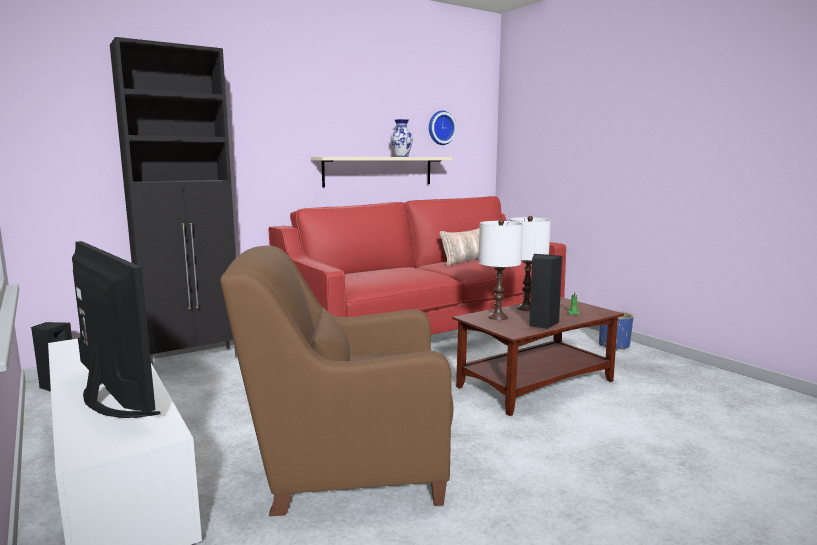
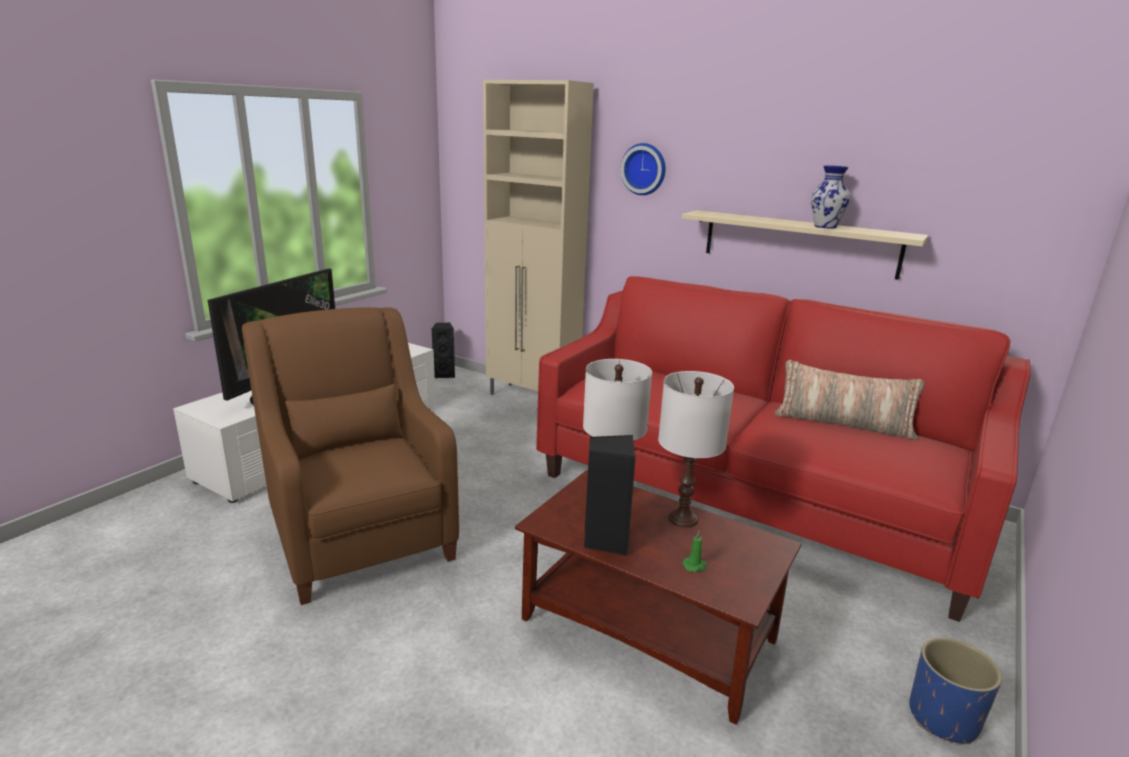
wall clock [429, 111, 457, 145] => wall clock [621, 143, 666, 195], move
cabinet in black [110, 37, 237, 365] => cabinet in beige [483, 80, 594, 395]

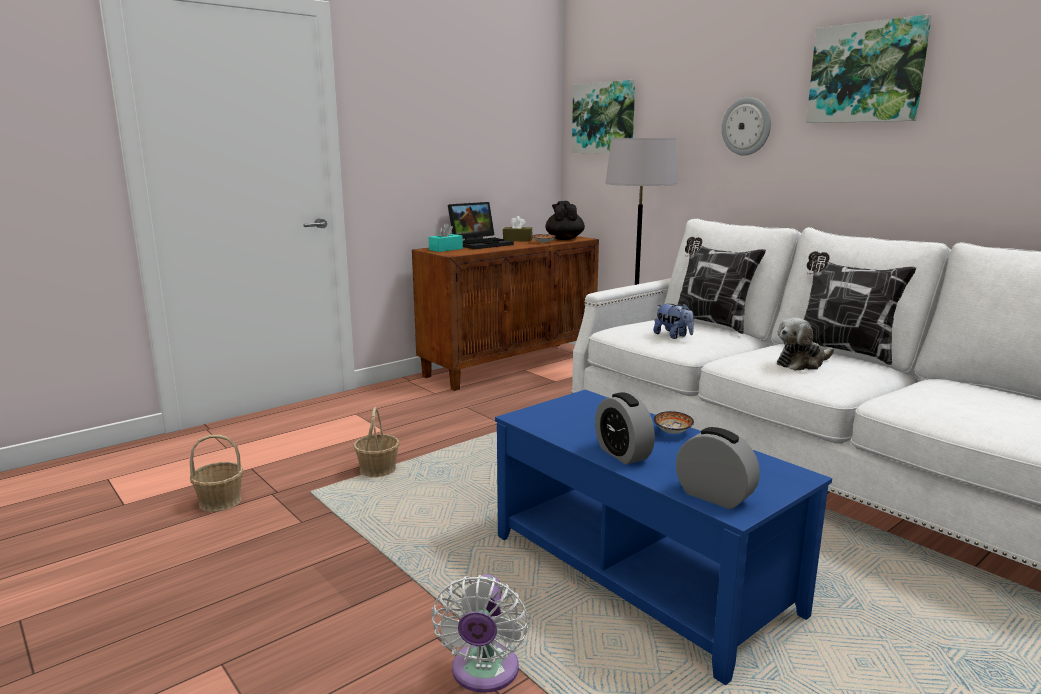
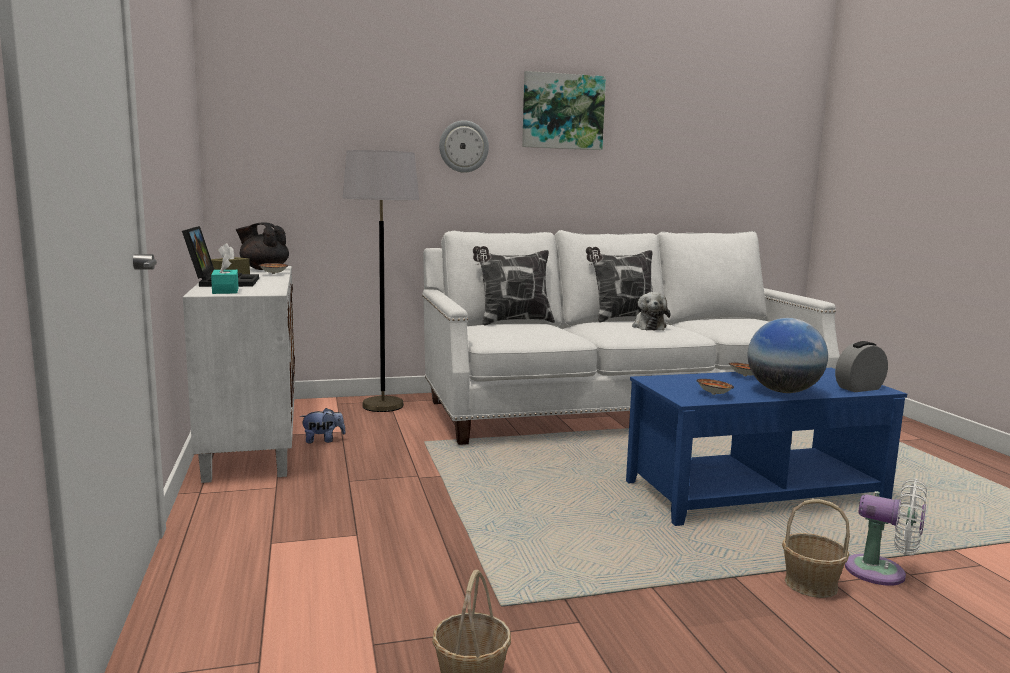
picture [572, 80, 635, 154] => nothing
nothing => bowl [697, 379, 734, 395]
basket [354, 407, 400, 477] => basket [782, 499, 850, 598], move
plush toy [654, 303, 694, 339] => plush toy [300, 408, 345, 443], move
alarm clock [595, 392, 655, 464] => globe [747, 318, 828, 393]
cabinet in brown [412, 236, 599, 391] => cabinet in white [183, 266, 295, 483]

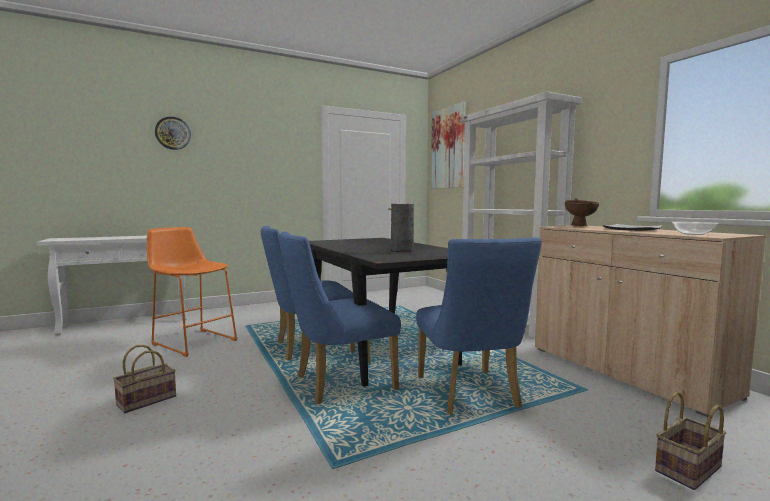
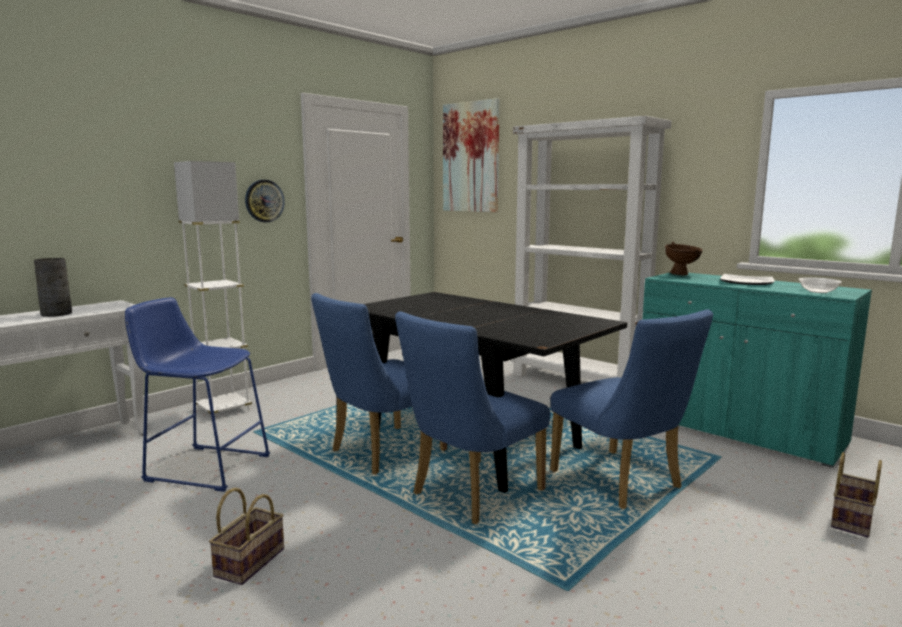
nothing => floor lamp in white [174, 161, 252, 414]
wall clock [155, 117, 191, 150] => wall clock [245, 180, 285, 222], move
vase in grey [391, 204, 414, 252] => vase in grey [34, 258, 72, 317], move
stool in orange [147, 227, 237, 357] => stool in blue [125, 297, 271, 492]
cabinet in beige [535, 226, 766, 417] => cabinet in turquoise [642, 273, 872, 468]

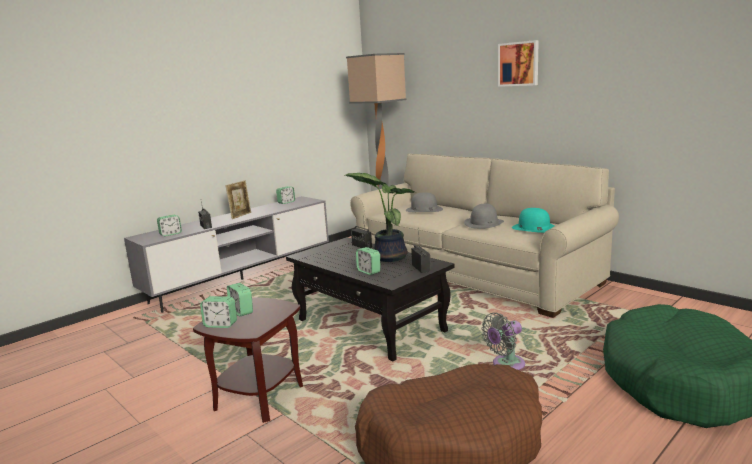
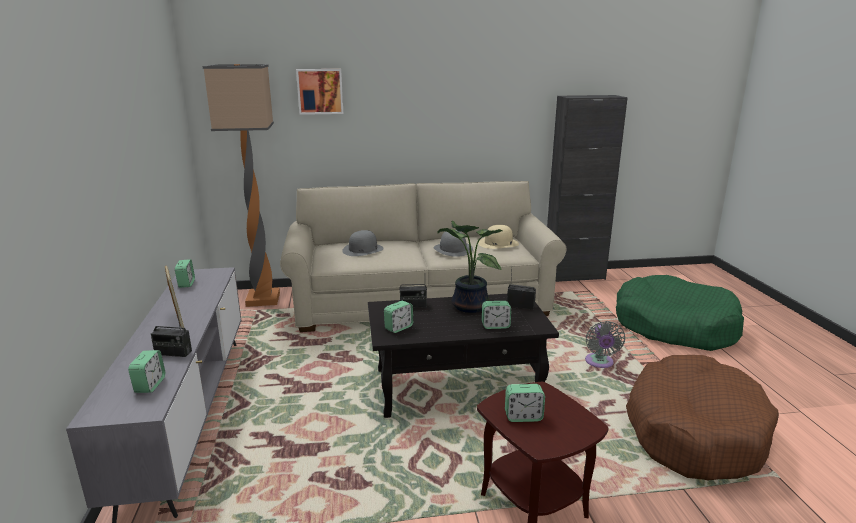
nothing => cabinet in black [547, 95, 628, 282]
alarm clock [200, 296, 237, 328] => alarm clock [384, 301, 413, 333], move
picture [498, 40, 539, 87] => picture [296, 69, 343, 115], move
hat in turquoise [512, 208, 555, 233] => hat in beige [478, 225, 519, 249]

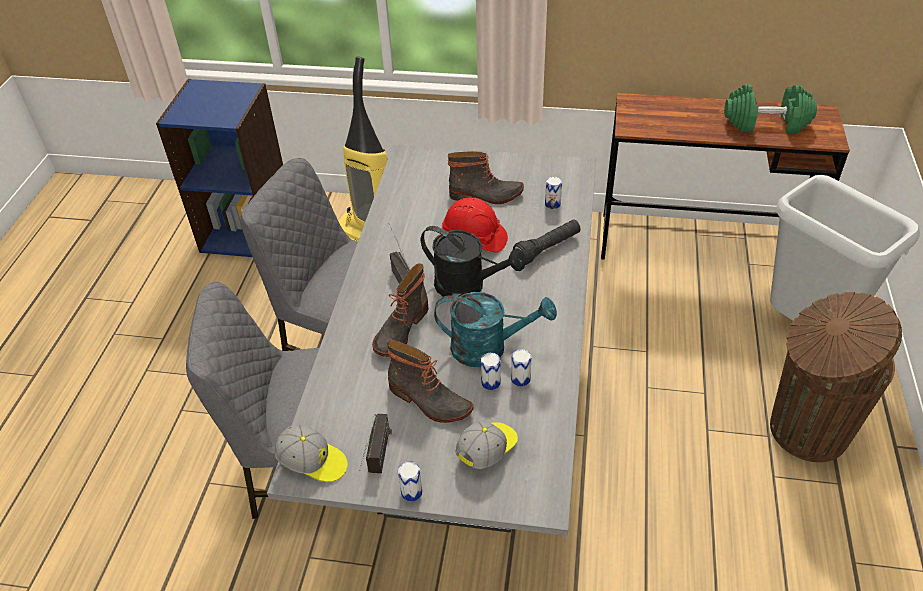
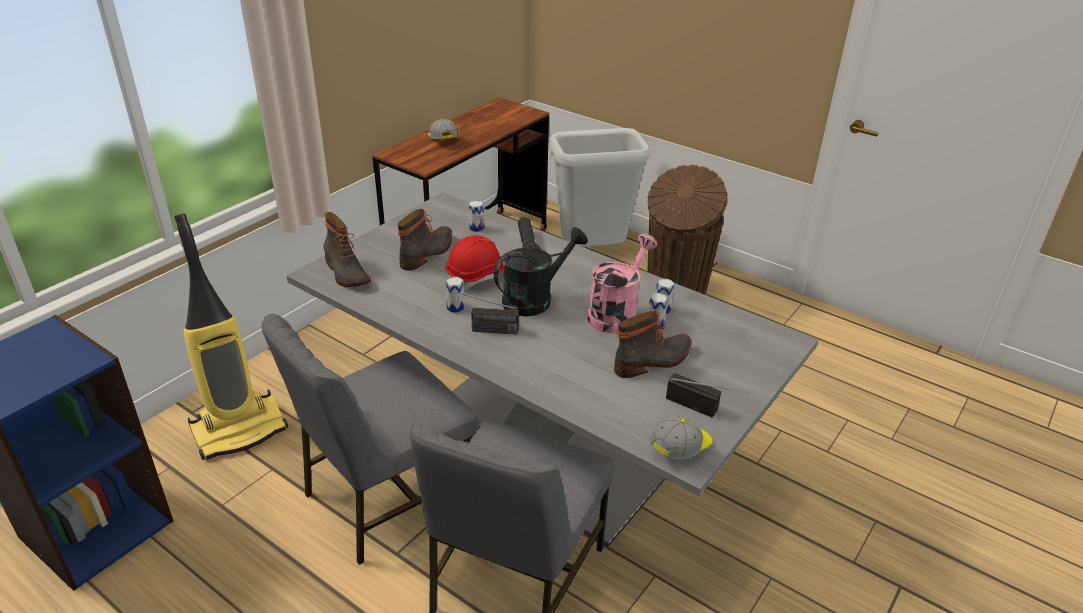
dumbbell in green [724, 85, 817, 133] => nothing
boot [372, 263, 429, 357] => boot [323, 212, 371, 287], move
can [398, 461, 422, 502] => can [446, 277, 464, 313], move
cap [455, 421, 518, 469] => cap [428, 119, 458, 139], move
watering can in turquoise [434, 292, 557, 367] => watering can in pink [587, 233, 657, 333]

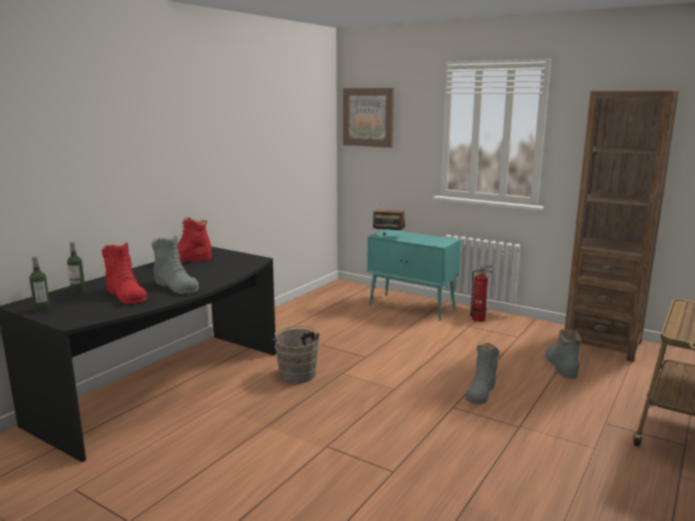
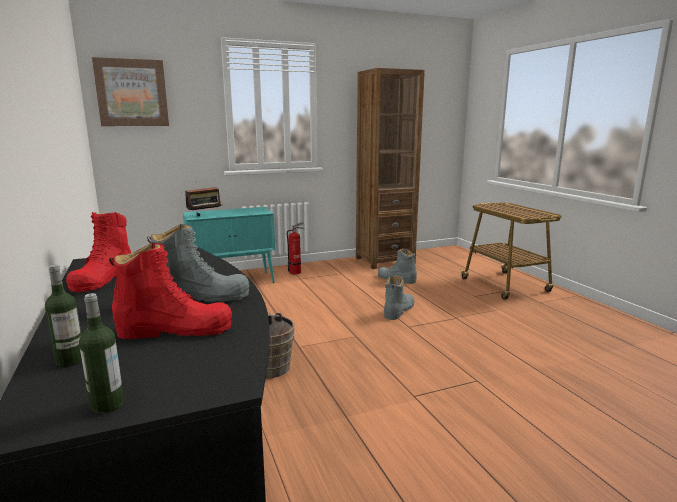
boot in grey [466, 343, 499, 404] => boot in grey [384, 275, 414, 320], 120 degrees counterclockwise

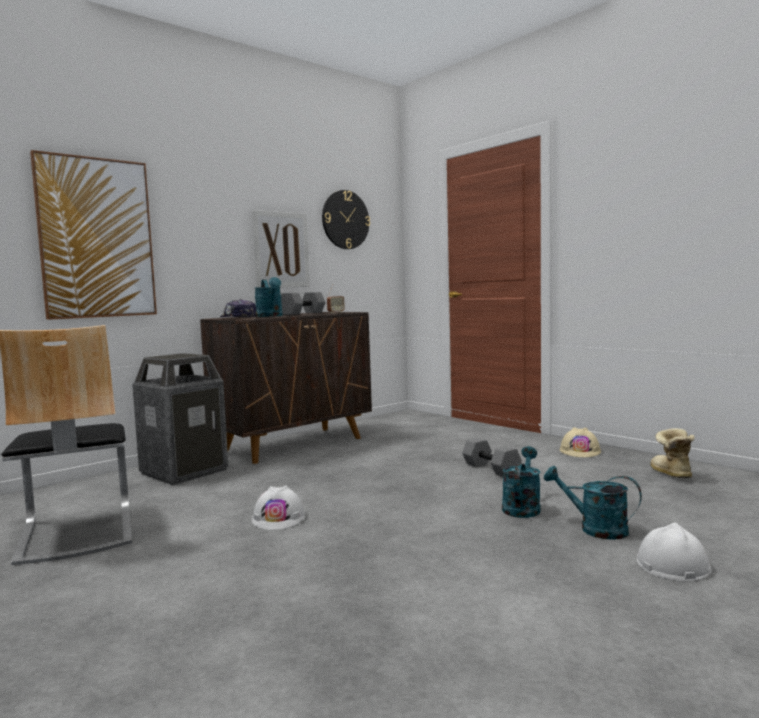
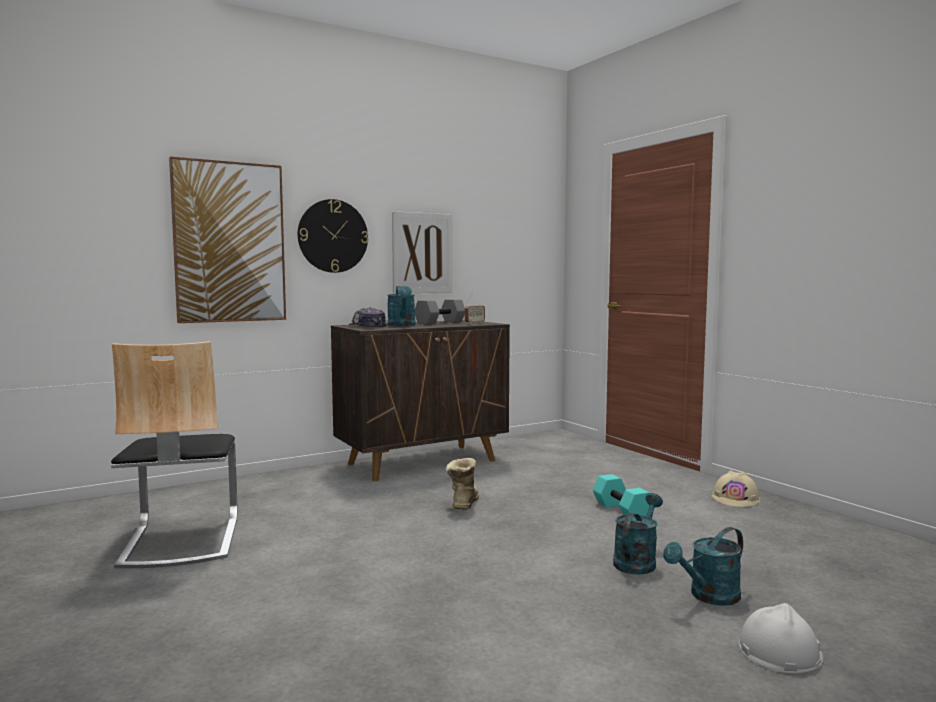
trash can [132, 353, 228, 485] => nothing
hard hat in white [252, 485, 305, 530] => nothing
wall clock [322, 190, 370, 249] => wall clock [298, 199, 368, 273], move
boot [651, 428, 695, 478] => boot [446, 458, 479, 510], move
dumbbell in grey [462, 438, 522, 477] => dumbbell in turquoise [593, 474, 655, 516]
watering can in turquoise [544, 466, 642, 540] => watering can in turquoise [663, 527, 743, 606], 75 degrees counterclockwise

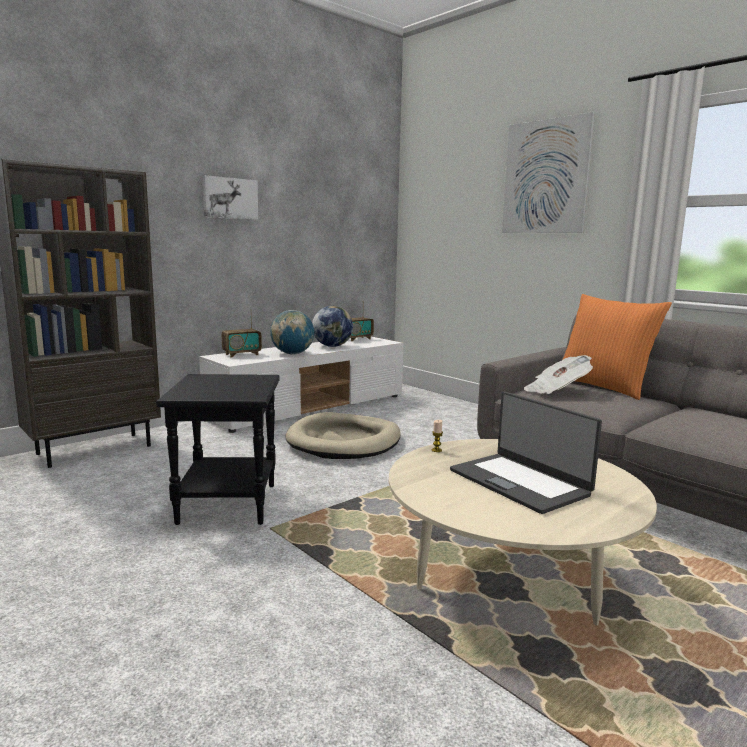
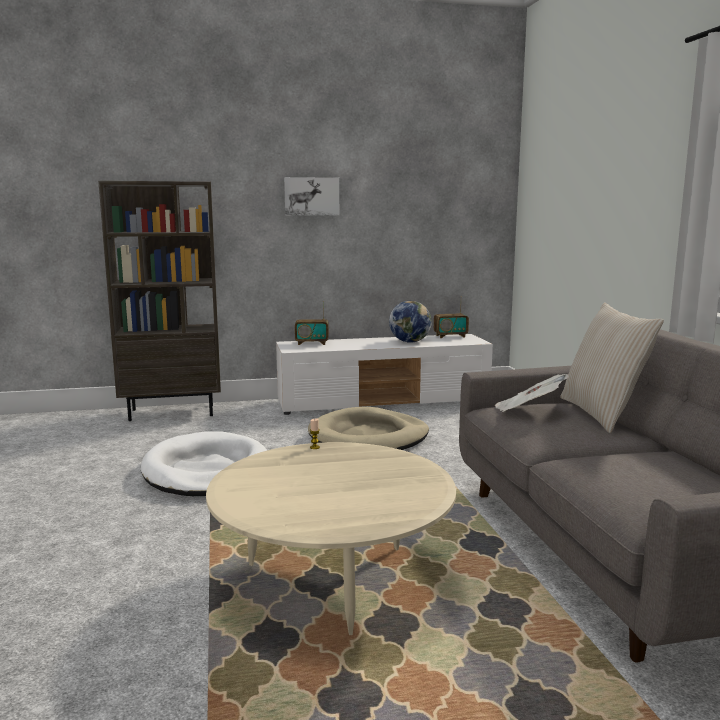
globe [270, 310, 314, 355] => nothing
laptop [450, 392, 602, 514] => nothing
picture [502, 112, 595, 233] => nothing
side table in black [156, 374, 280, 525] => dog bed in white [141, 431, 267, 496]
pillow in orange [563, 294, 672, 400] => pillow in beige [560, 303, 664, 433]

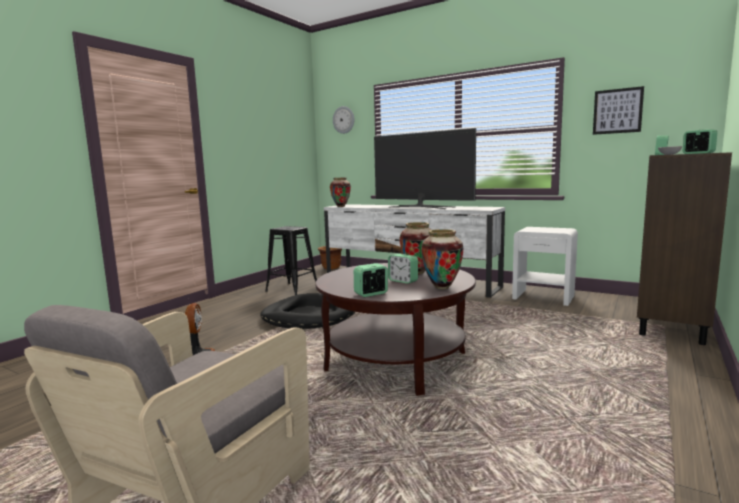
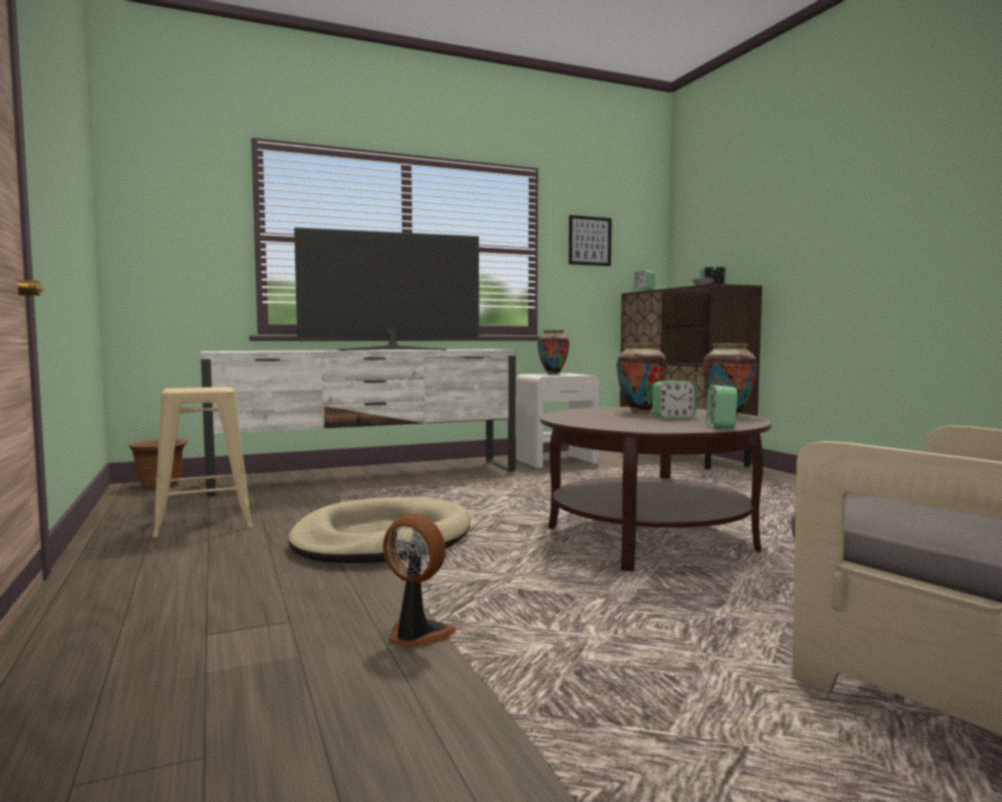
wall clock [333, 106, 355, 134] => nothing
vase [330, 178, 351, 207] => vase [538, 330, 569, 375], move
dog bed in black [260, 293, 355, 329] => dog bed in beige [288, 497, 471, 563]
stool in black [265, 226, 317, 295] => stool in beige [153, 387, 253, 537]

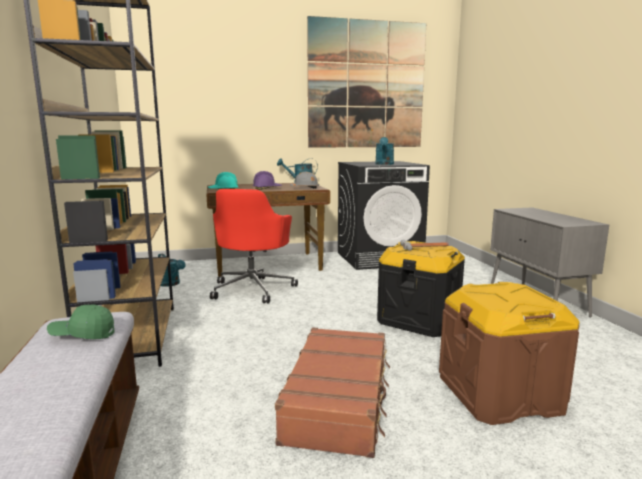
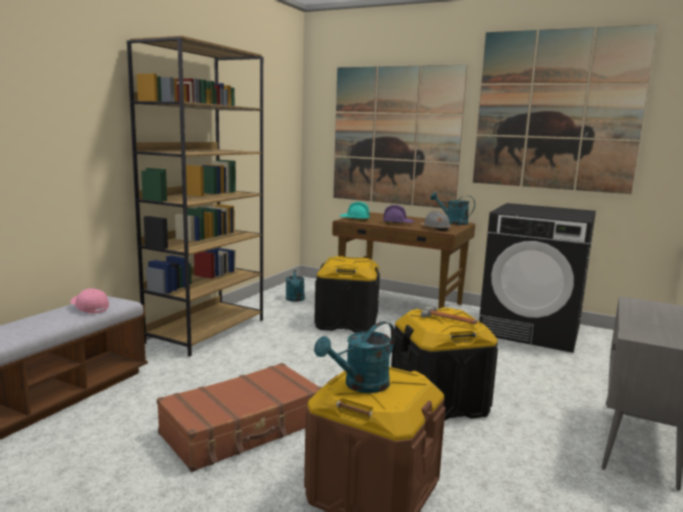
nothing => picture [333, 65, 467, 209]
watering can in turquoise [375, 137, 394, 165] => watering can in turquoise [314, 321, 395, 393], move
office chair in red [210, 189, 298, 304] => storage box in black [314, 256, 380, 333]
cap in green [47, 304, 115, 339] => cap in pink [70, 288, 109, 314]

